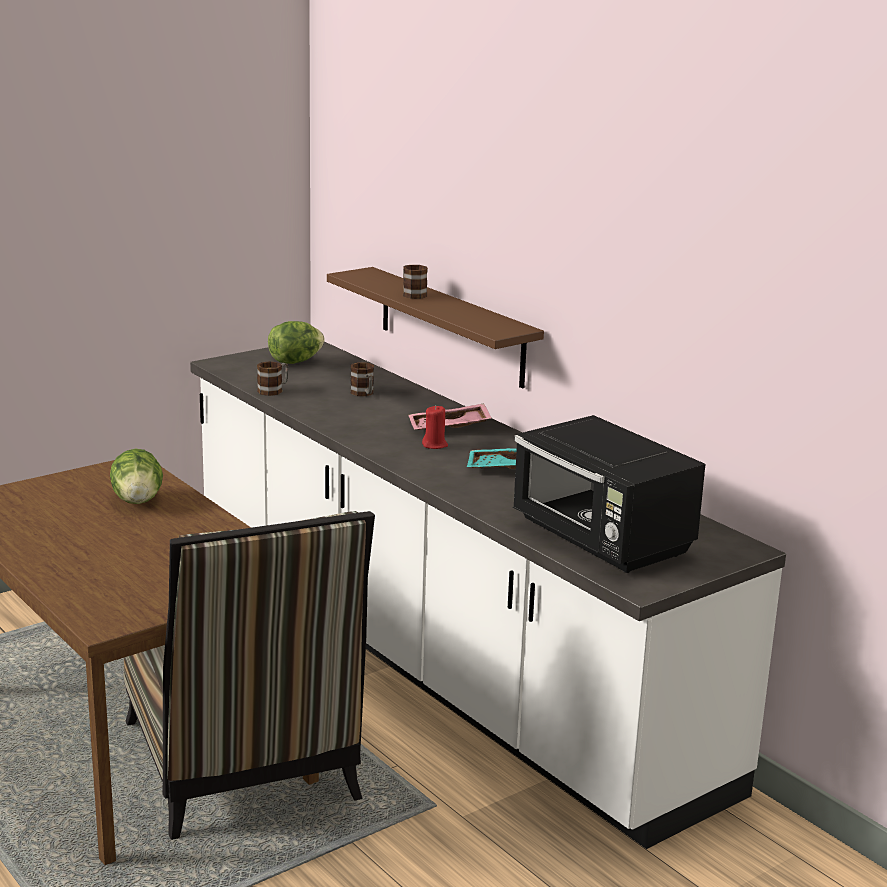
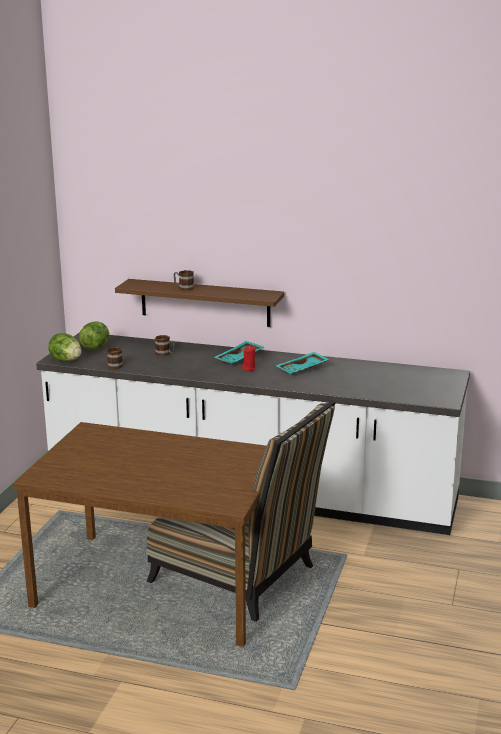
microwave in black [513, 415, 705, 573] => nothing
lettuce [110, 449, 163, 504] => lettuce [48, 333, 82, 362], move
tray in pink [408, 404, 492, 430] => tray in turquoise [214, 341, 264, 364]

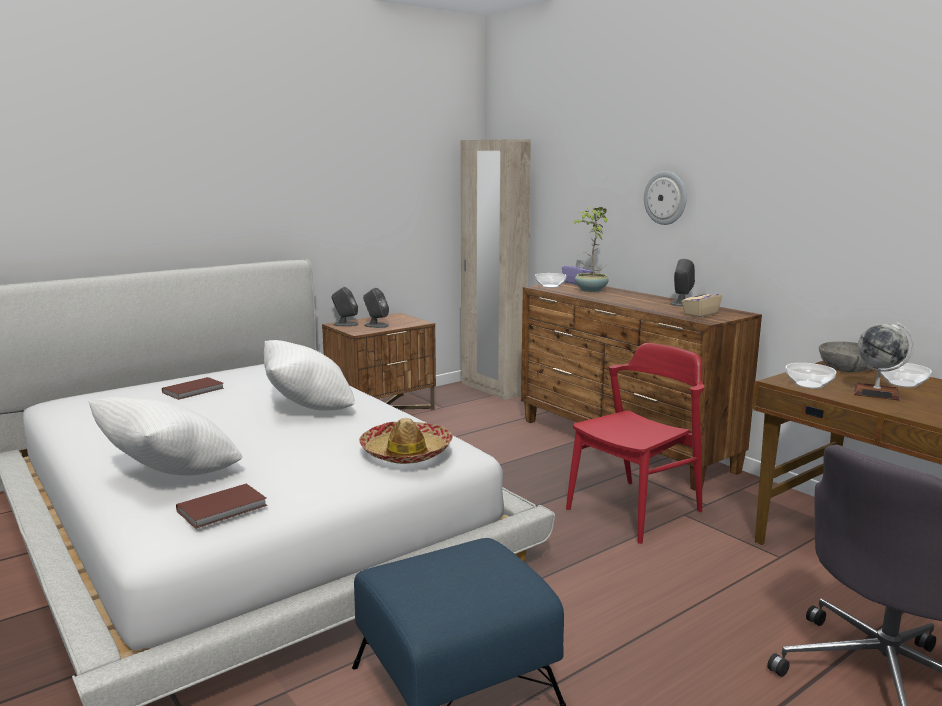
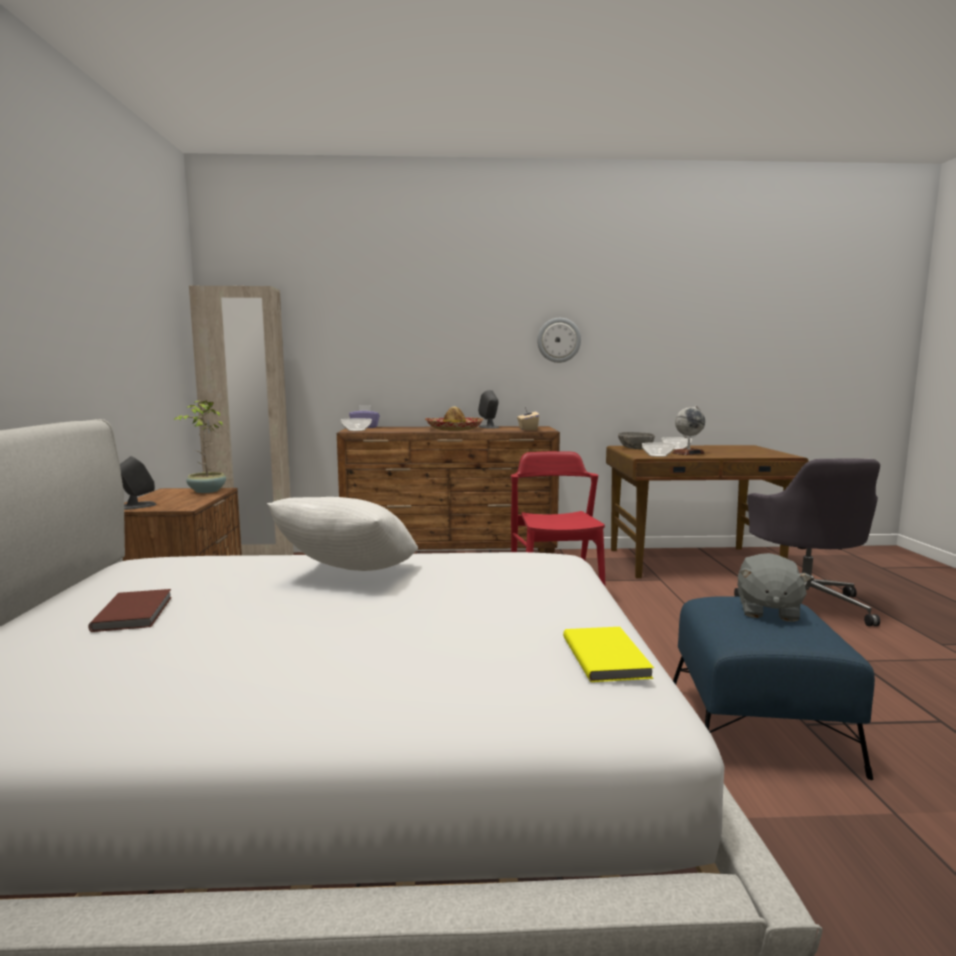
pillow in white [89, 397, 243, 475] => nothing
speaker in grey [363, 288, 389, 328] => nothing
nothing => plush toy in grey [738, 553, 812, 622]
hat [359, 418, 453, 464] => hat [425, 407, 483, 431], move
potted plant [572, 207, 609, 292] => potted plant [174, 400, 226, 493], move
wall clock [644, 171, 687, 225] => wall clock [537, 318, 581, 363], move
book in brown [176, 483, 267, 529] => book in yellow [563, 627, 654, 682]

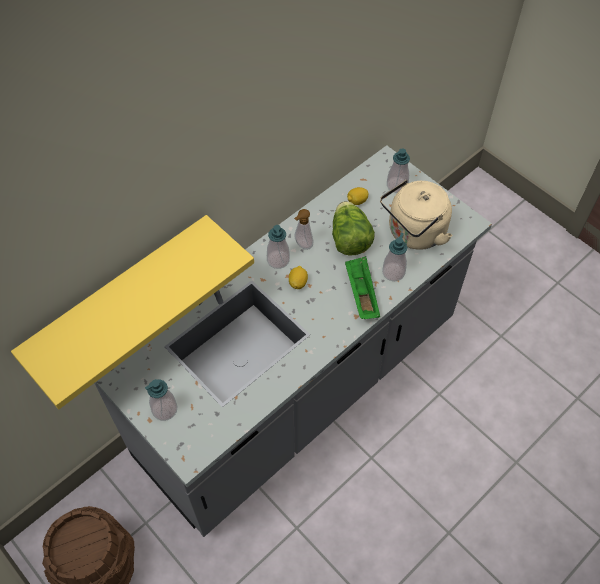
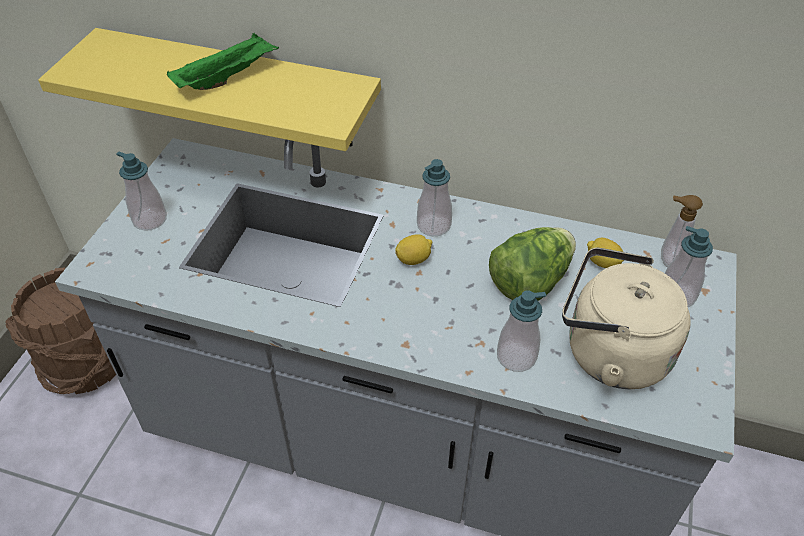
soap dispenser [294, 209, 313, 250] => soap dispenser [661, 195, 703, 267], move
tray in green [345, 256, 380, 319] => tray in green [167, 33, 279, 90], move

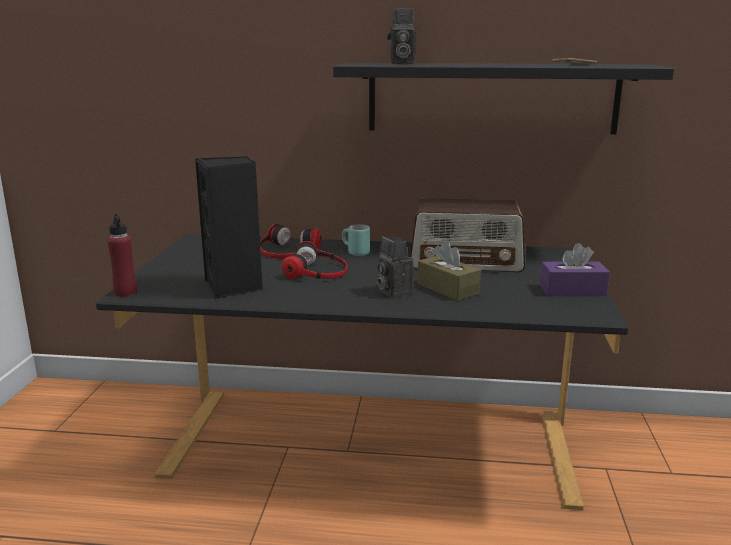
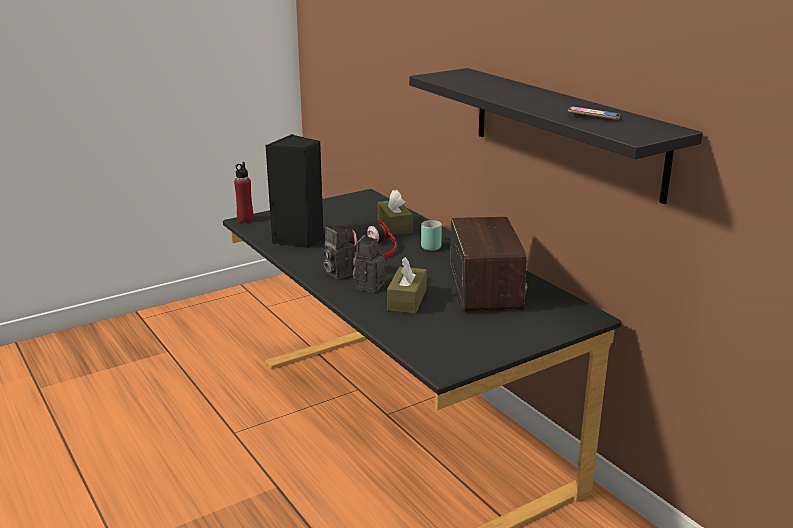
tissue box in purple [540, 243, 610, 296] => nothing
photo camera [387, 8, 416, 64] => photo camera [324, 226, 355, 279], move
headphones [260, 224, 322, 259] => tissue box in brown [377, 190, 412, 235]
radio [410, 198, 525, 272] => radio [449, 217, 527, 312], 150 degrees counterclockwise

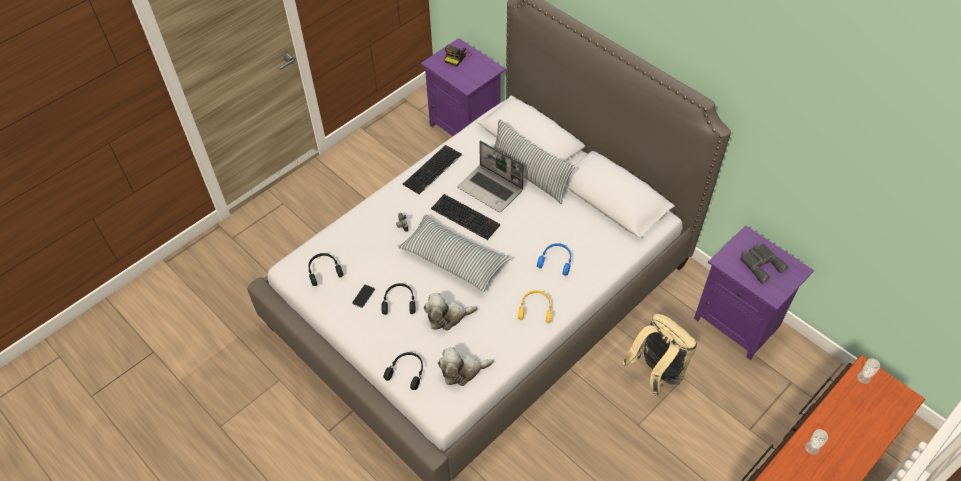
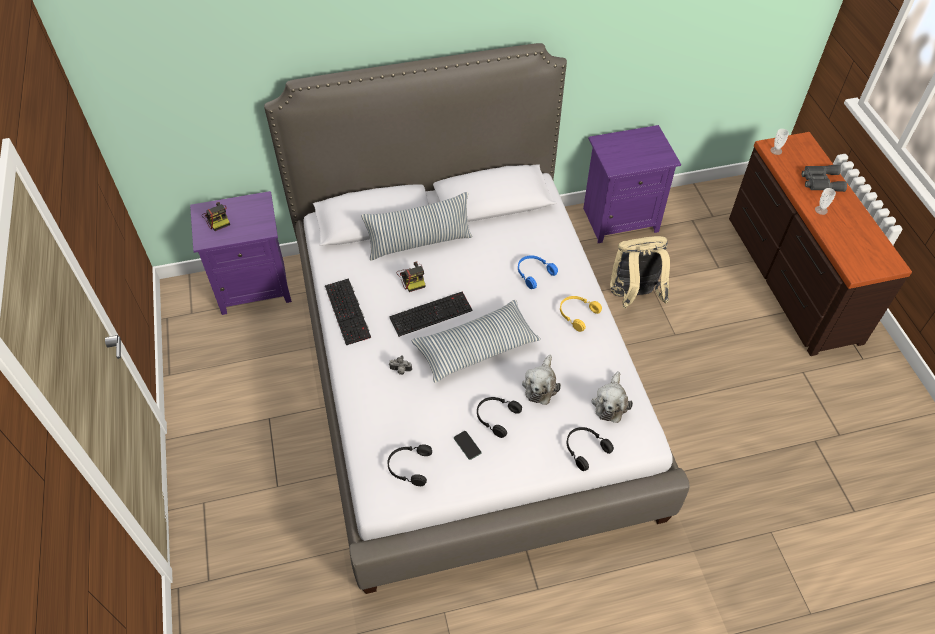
binoculars in grey [740, 244, 788, 284] => binoculars in grey [802, 165, 847, 192], move
laptop [458, 140, 524, 212] => photo camera [397, 261, 425, 292]

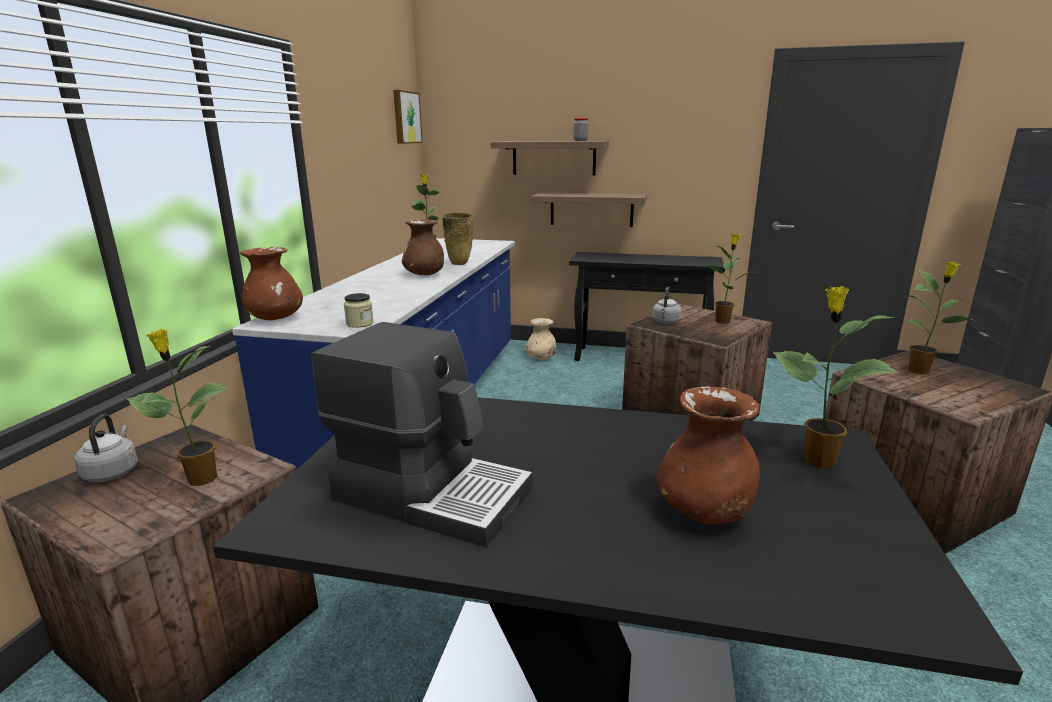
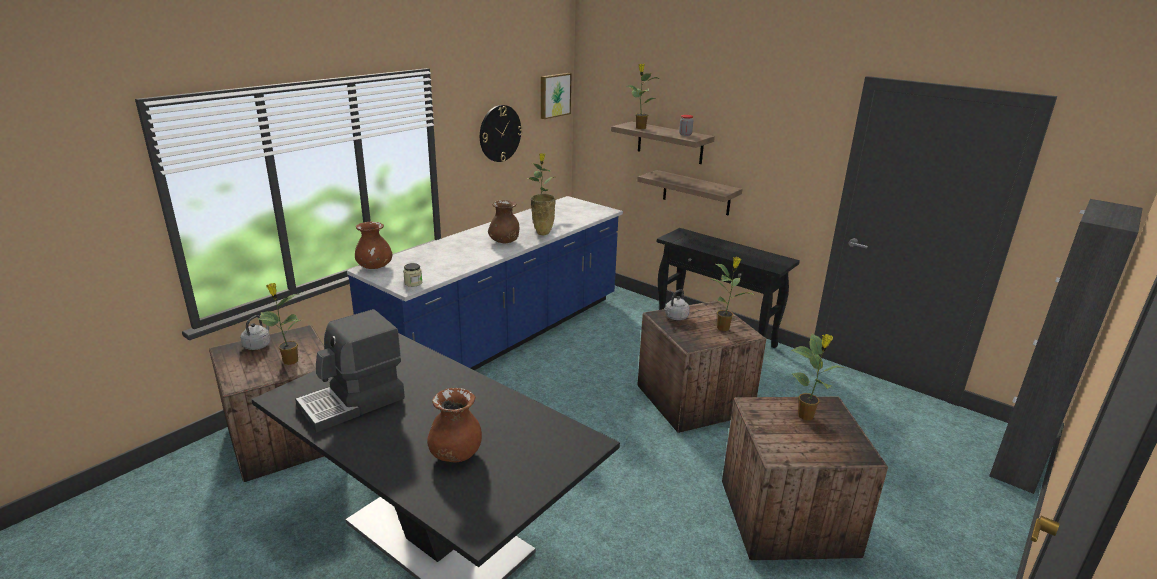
vase in beige [526, 318, 556, 360] => nothing
nothing => wall clock [480, 105, 522, 162]
potted plant [773, 286, 899, 469] => potted plant [626, 64, 659, 129], move
coffee machine [311, 322, 533, 547] => coffee machine [295, 309, 405, 432], 90 degrees clockwise

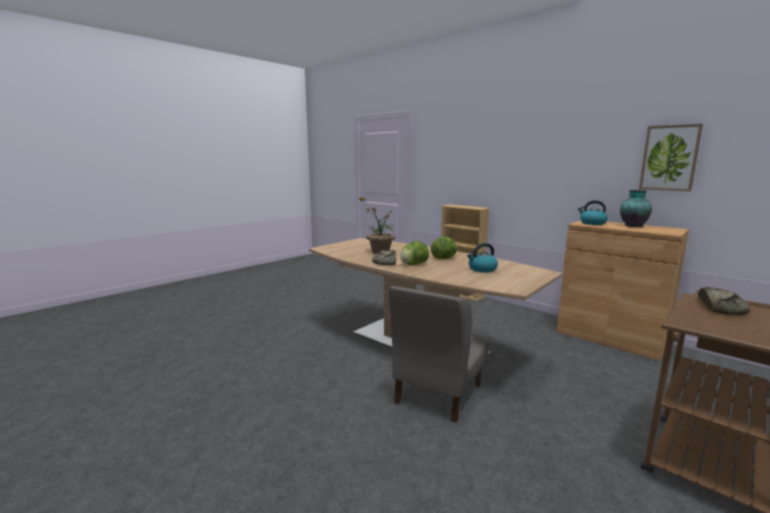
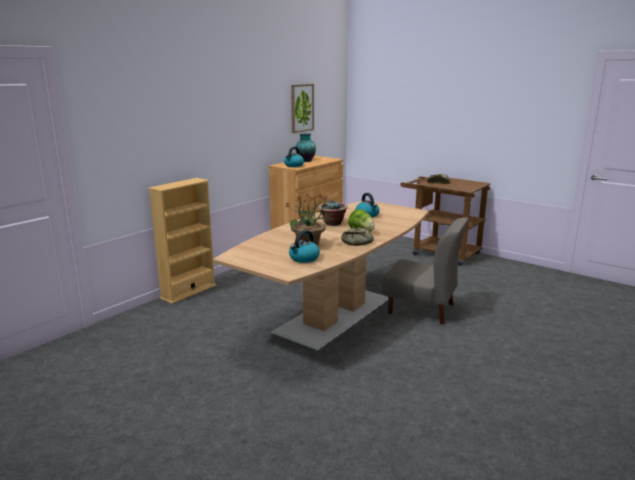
nothing => kettle [289, 230, 320, 263]
lettuce [431, 237, 457, 259] => potted plant [318, 200, 348, 226]

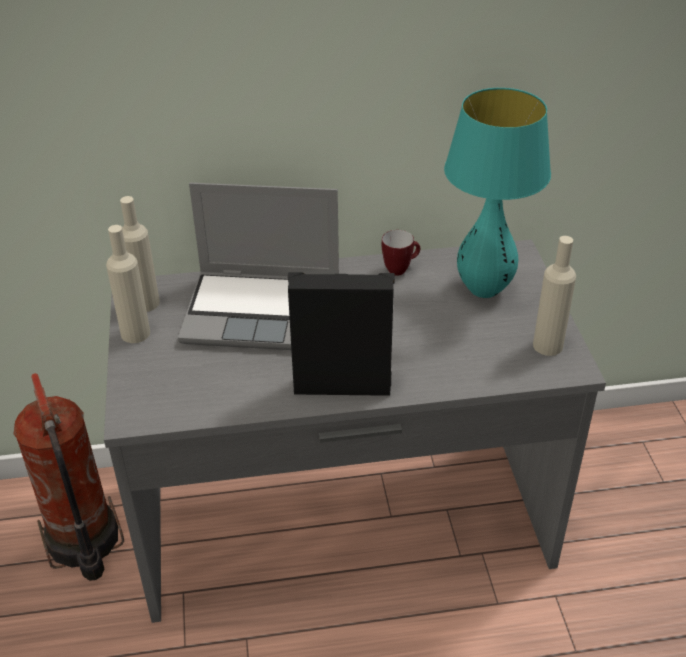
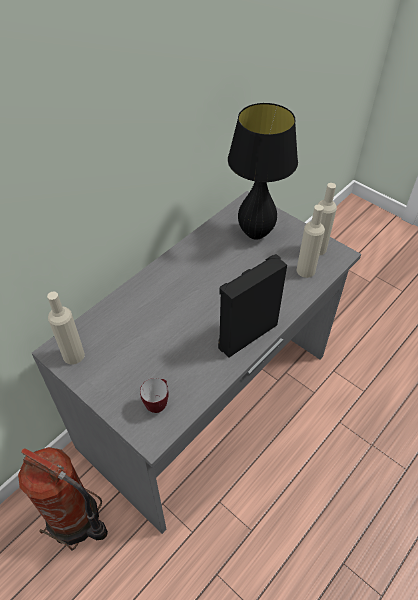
laptop [178, 183, 339, 350] => nothing
bottle in beige [106, 225, 150, 343] => bottle in beige [296, 205, 325, 278], move
mug [382, 230, 420, 276] => mug [140, 378, 169, 413], move
table lamp in turquoise [444, 88, 551, 298] => table lamp in black [228, 103, 298, 240]

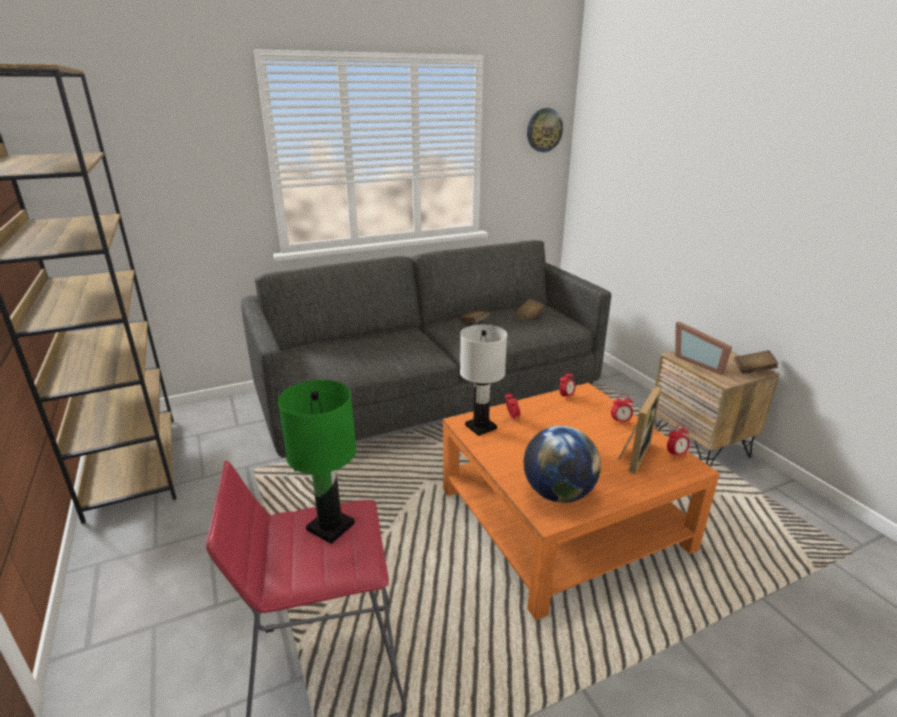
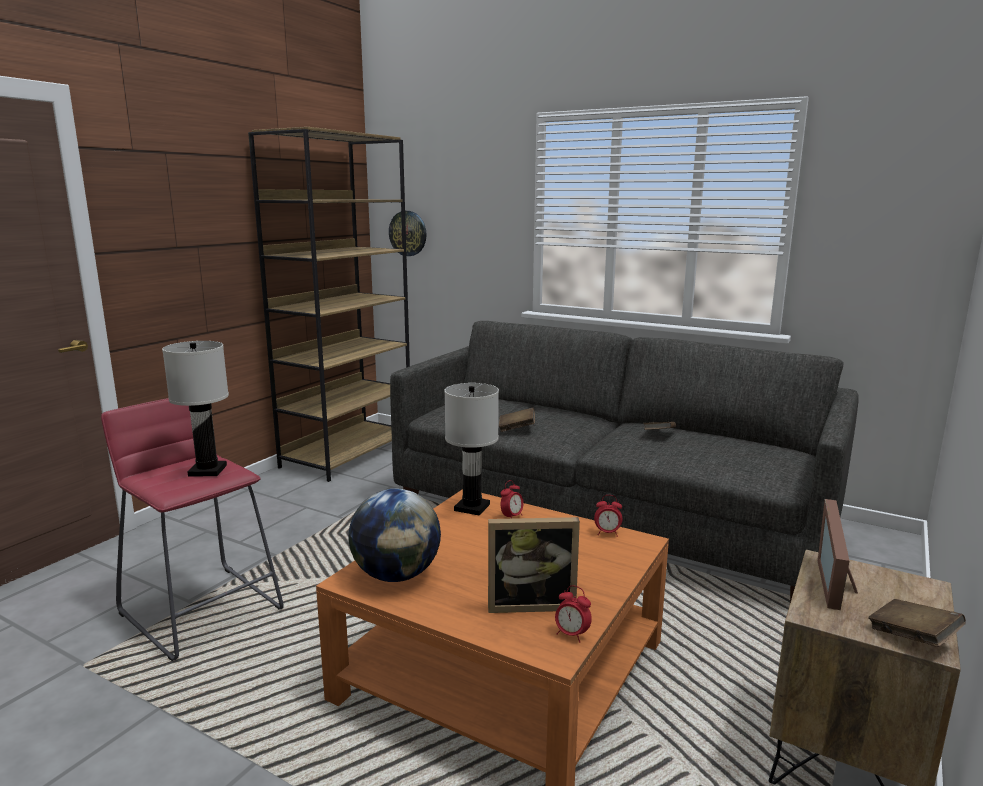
alarm clock [611, 394, 633, 425] => nothing
book in brown [514, 298, 545, 322] => book in brown [499, 408, 535, 432], move
wall clock [527, 108, 563, 152] => wall clock [389, 211, 427, 256], move
table lamp in green [278, 380, 356, 544] => table lamp in white [162, 341, 229, 477]

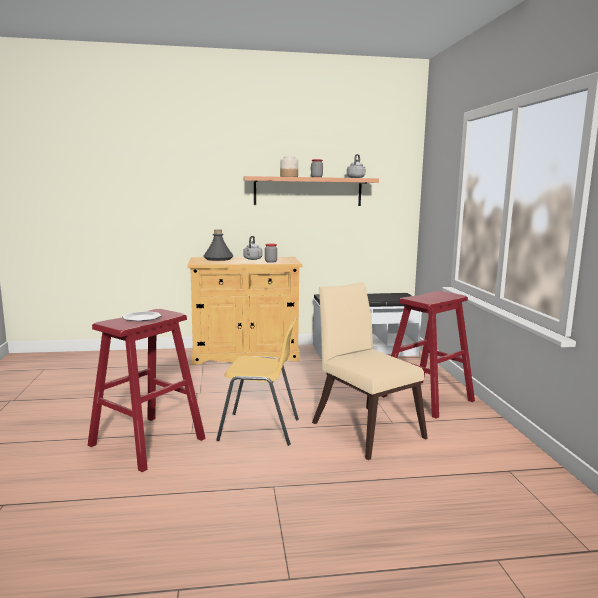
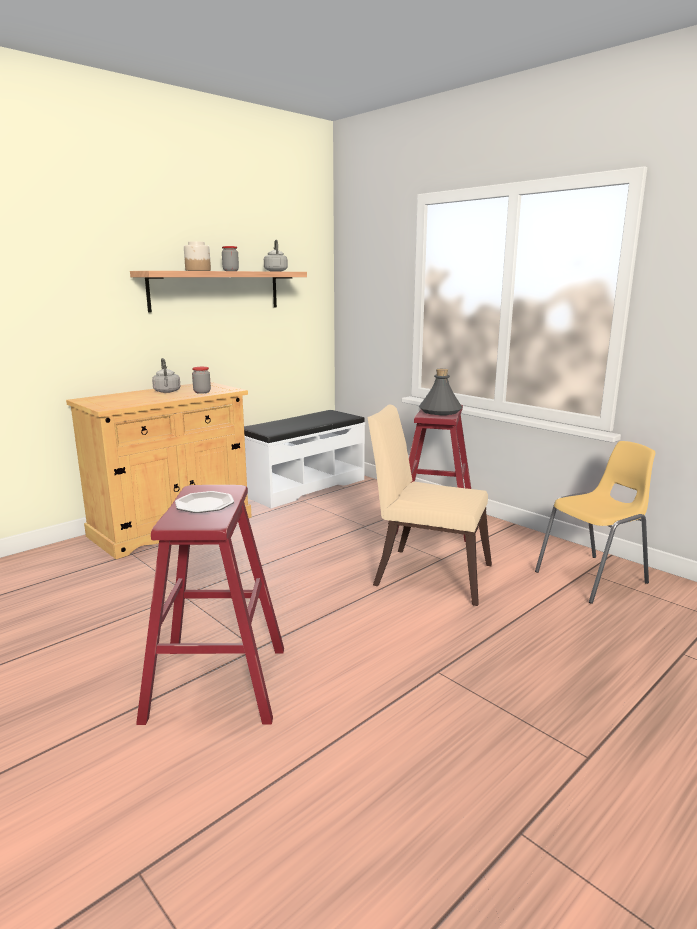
bottle in grey [204, 229, 234, 261] => bottle in grey [419, 369, 462, 415], move
chair in yellow [216, 317, 299, 446] => chair in yellow [535, 441, 655, 604], move

